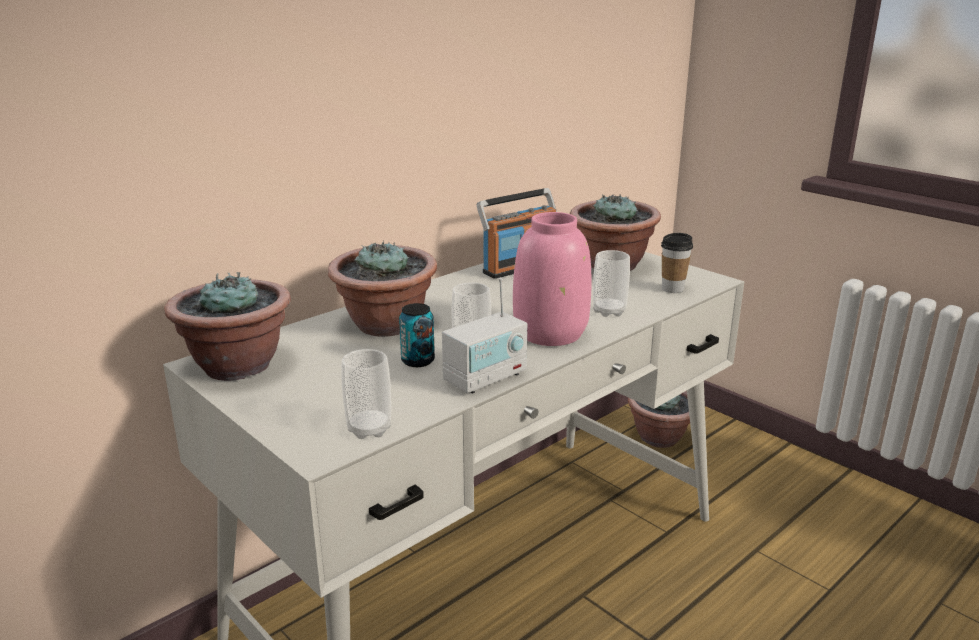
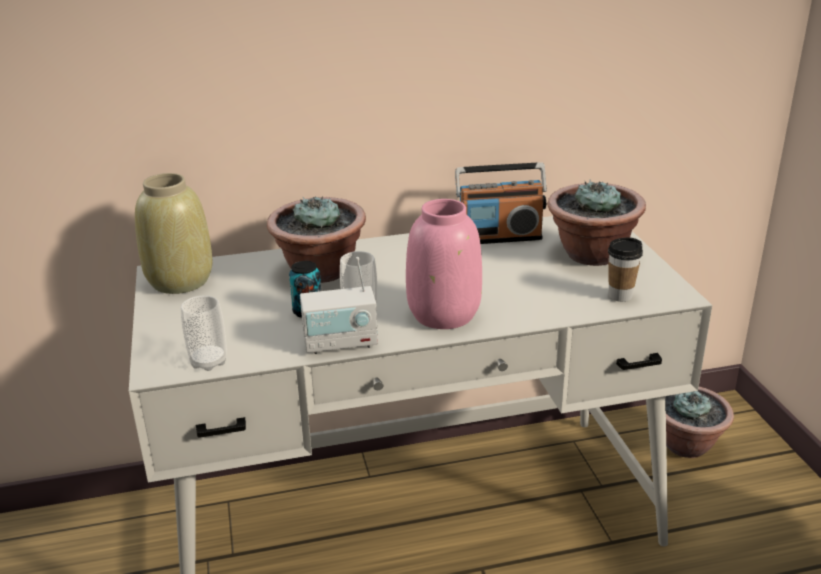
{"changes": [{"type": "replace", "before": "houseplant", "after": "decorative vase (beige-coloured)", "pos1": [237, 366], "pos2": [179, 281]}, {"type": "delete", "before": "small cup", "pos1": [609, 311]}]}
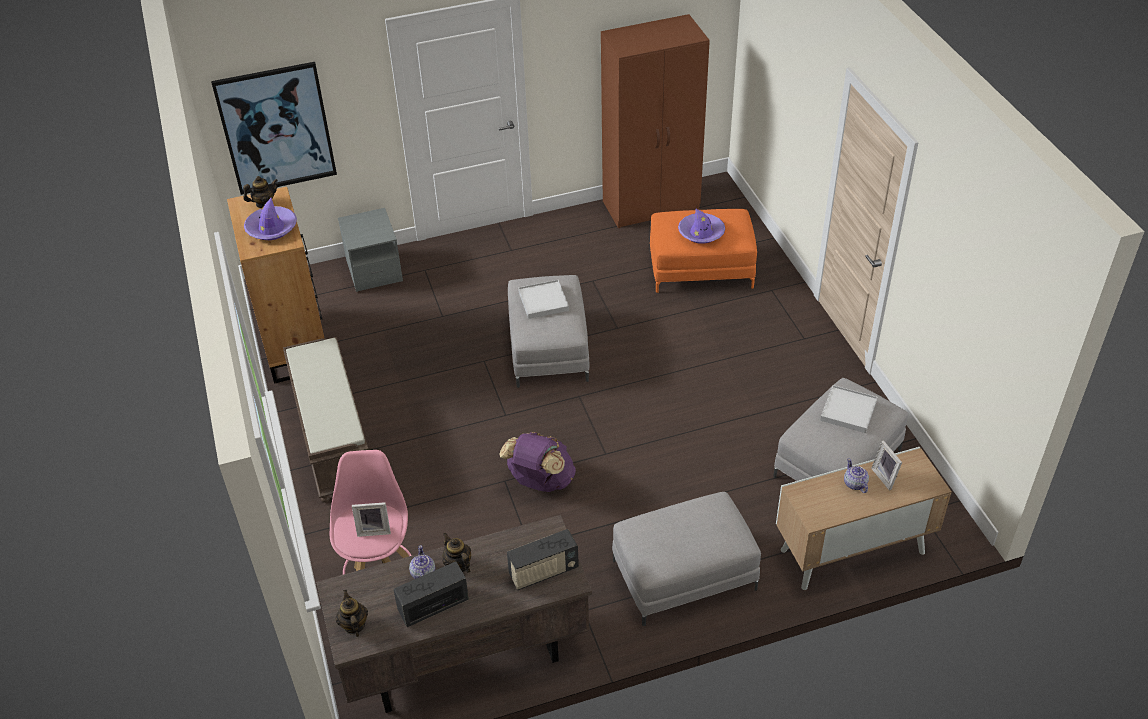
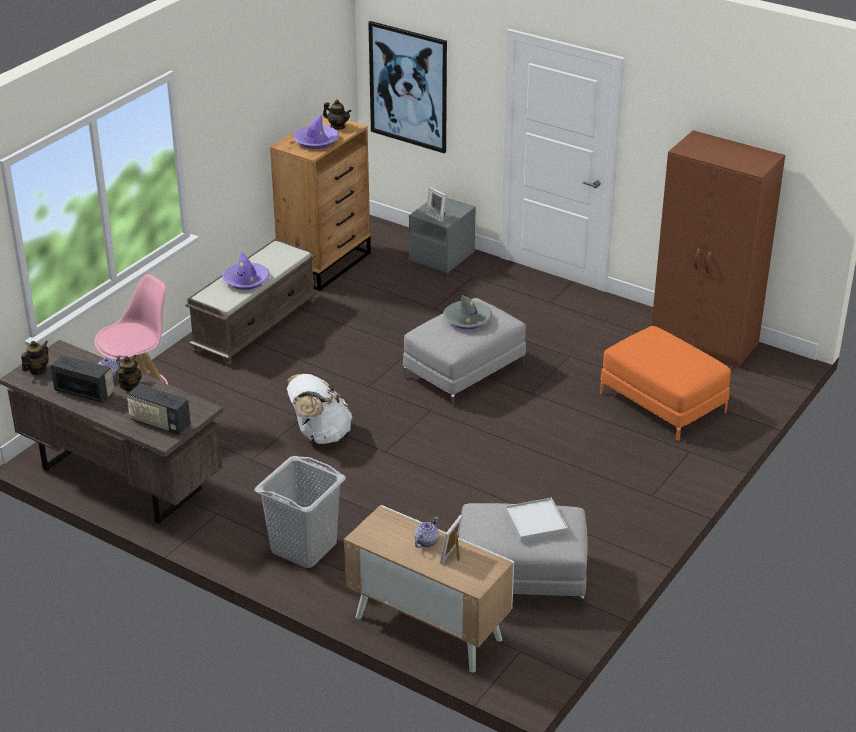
{"changes": [{"type": "move", "before": "picture frame", "pos1": [374, 529], "pos2": [437, 216]}, {"type": "recolor", "before": "backpack (purplish)", "after": "backpack (whitish)", "pos1": [540, 481], "pos2": [320, 434]}, {"type": "replace", "before": "tray (whitish)", "after": "clothing hat (greyish)", "pos1": [543, 301], "pos2": [467, 319]}, {"type": "replace", "before": "pouffe (greyish)", "after": "laundry basket (greyish)", "pos1": [684, 575], "pos2": [303, 547]}, {"type": "move", "before": "clothing hat (purplish)", "pos1": [701, 232], "pos2": [246, 280]}]}
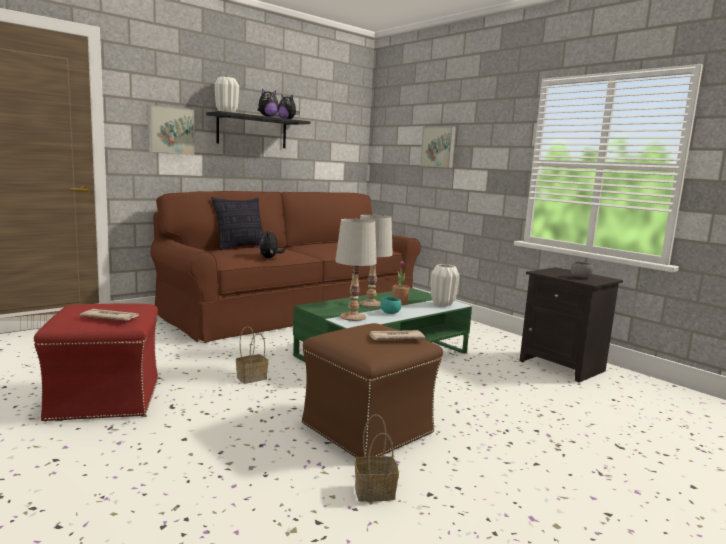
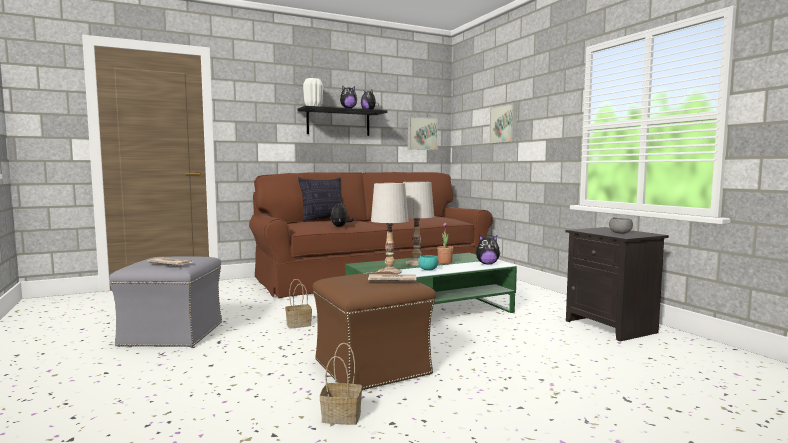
{"changes": [{"type": "recolor", "before": "pouffe (reddish)", "after": "pouffe (greyish)", "pos1": [105, 398], "pos2": [173, 334]}, {"type": "move", "before": "picture", "pos1": [170, 130], "pos2": [421, 133]}, {"type": "replace", "before": "decorative vase (whitish)", "after": "plush toy", "pos1": [442, 304], "pos2": [487, 264]}]}
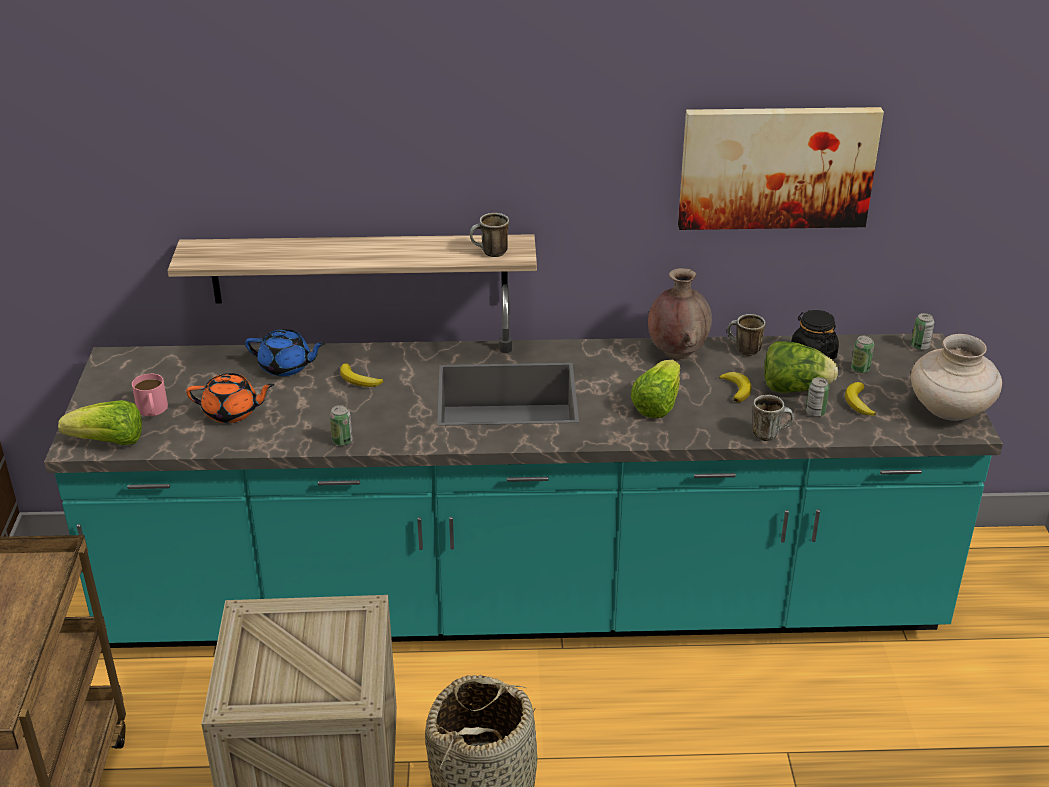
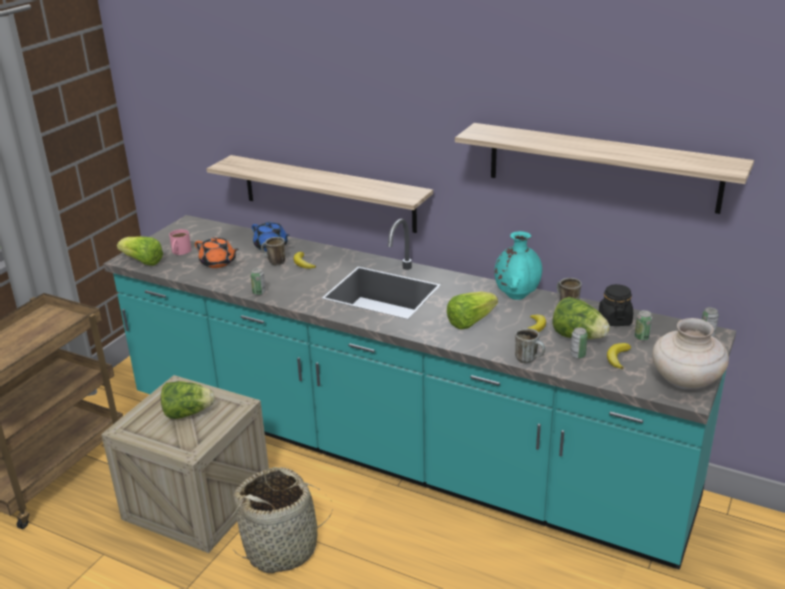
{"changes": [{"type": "move", "before": "mug", "pos1": [490, 253], "pos2": [274, 262]}, {"type": "recolor", "before": "decorative vase (brown-coloured)", "after": "decorative vase (blue-green)", "pos1": [676, 353], "pos2": [516, 295]}, {"type": "replace", "before": "picture", "after": "bracket shelf", "pos1": [776, 167], "pos2": [602, 167]}, {"type": "insert", "after": "lettuce head", "pos2": [187, 413]}]}
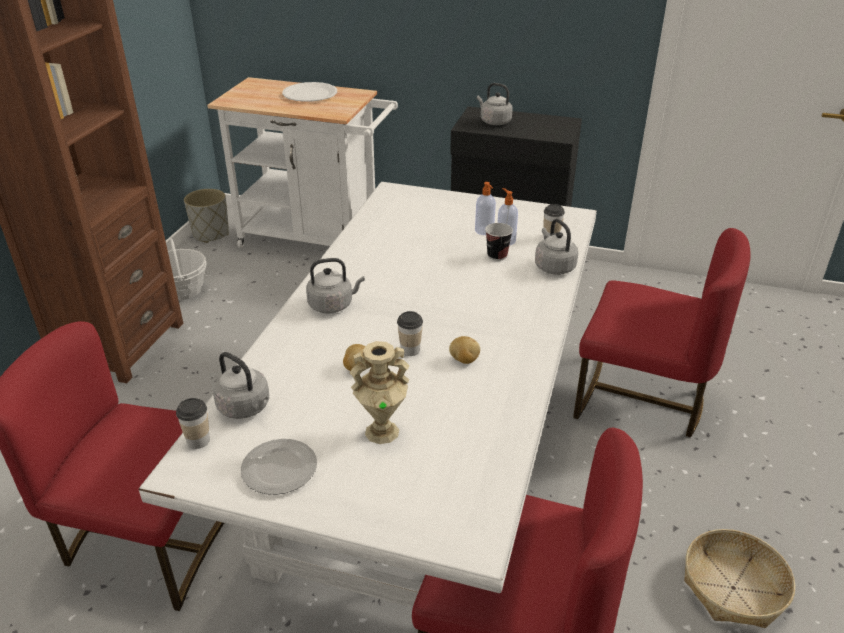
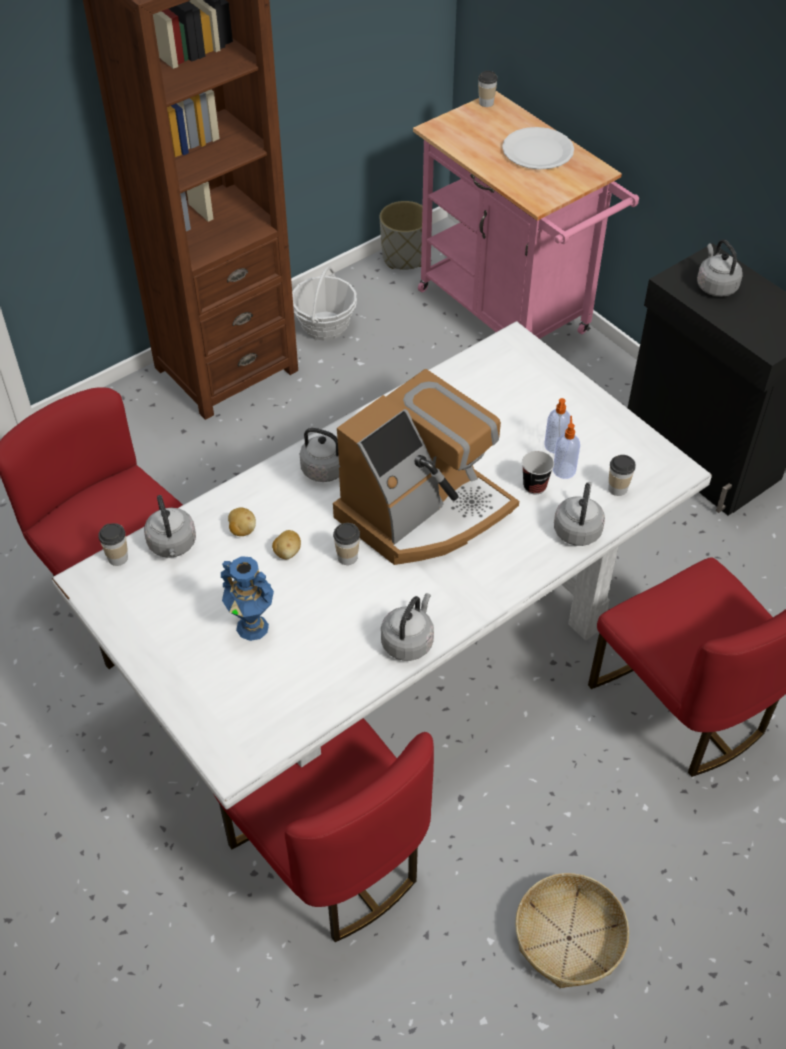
{"changes": [{"type": "recolor", "before": "trolley (whitish)", "after": "trolley (pink)", "pos1": [317, 240], "pos2": [511, 317]}, {"type": "delete", "before": "dinner plate", "pos1": [278, 469]}, {"type": "recolor", "before": "decorative vase (beige-coloured)", "after": "decorative vase (blue)", "pos1": [382, 431], "pos2": [253, 626]}, {"type": "move", "before": "potato", "pos1": [464, 360], "pos2": [242, 530]}, {"type": "insert", "after": "coffee machine", "pos2": [424, 511]}, {"type": "insert", "after": "water kettle (greyish)", "pos2": [408, 641]}, {"type": "insert", "after": "small cup", "pos2": [486, 103]}]}
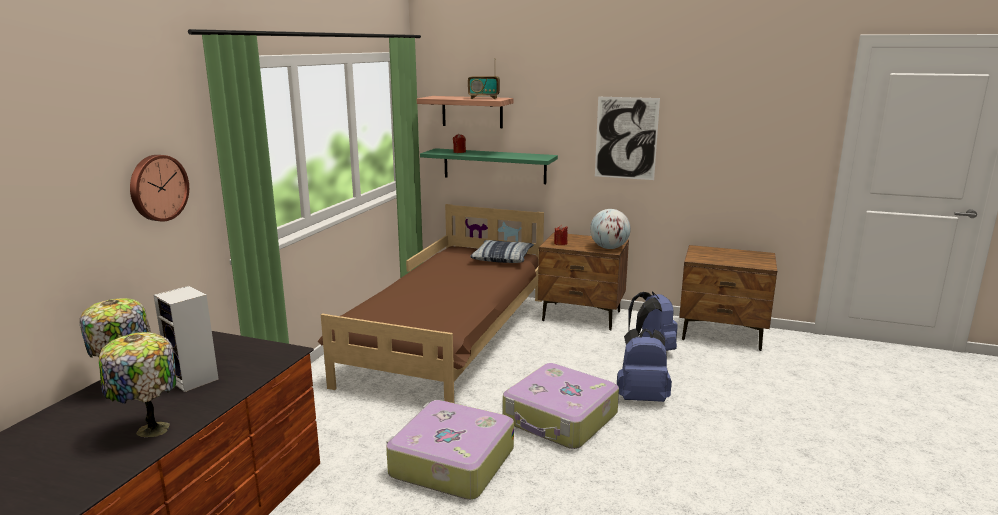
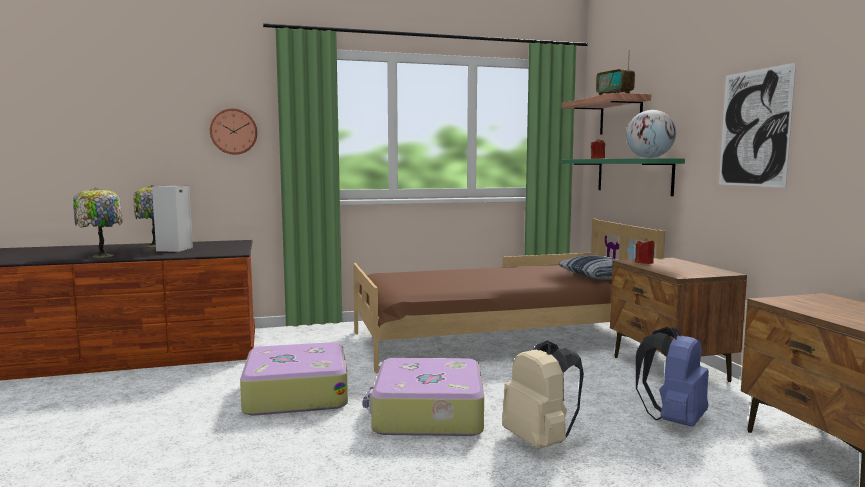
{"changes": [{"type": "move", "before": "globe", "pos1": [609, 248], "pos2": [649, 158]}, {"type": "recolor", "before": "backpack (blue)", "after": "backpack (beige-coloured)", "pos1": [641, 397], "pos2": [540, 441]}]}
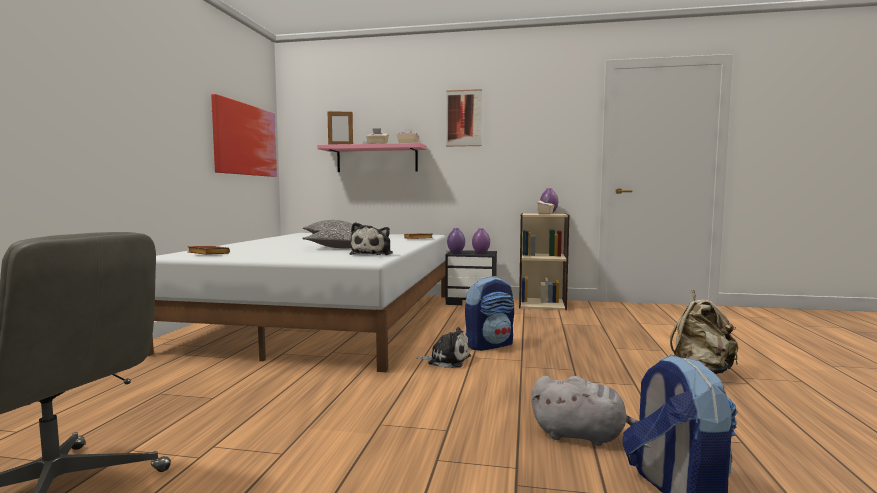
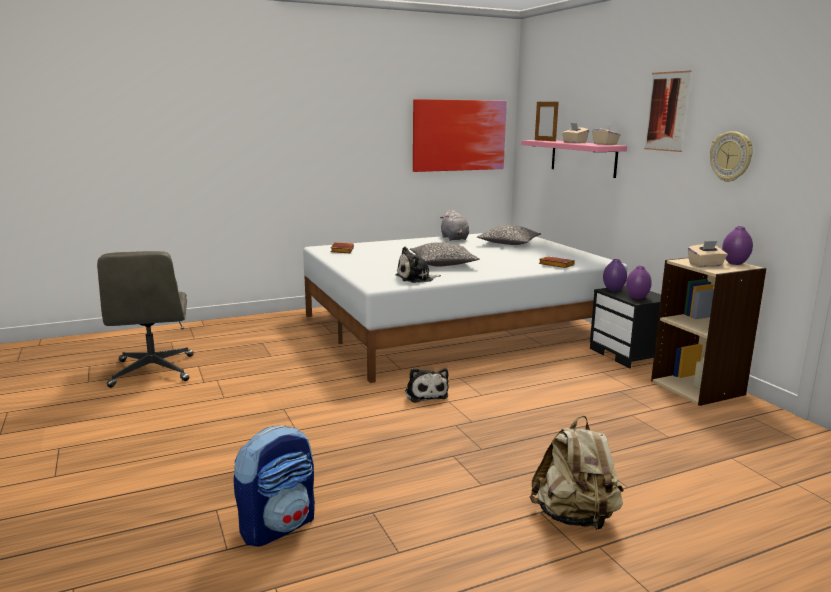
{"changes": [{"type": "delete", "before": "backpack", "pos1": [490, 345]}, {"type": "move", "before": "plush toy (greyish)", "pos1": [582, 436], "pos2": [454, 239]}, {"type": "insert", "after": "hanging clock", "pos2": [731, 156]}]}
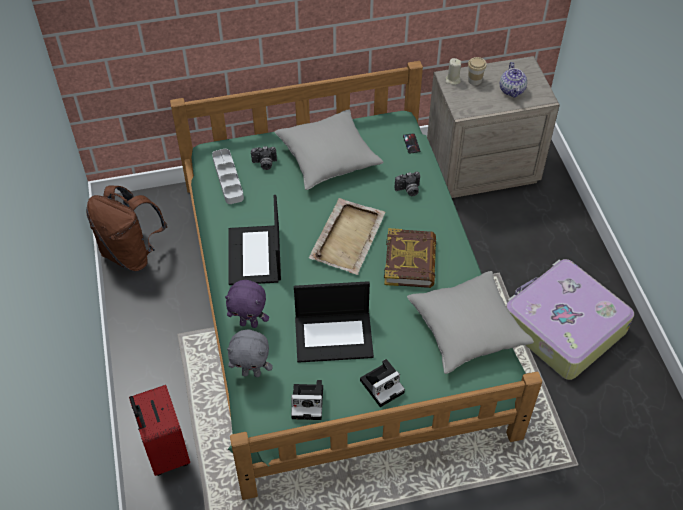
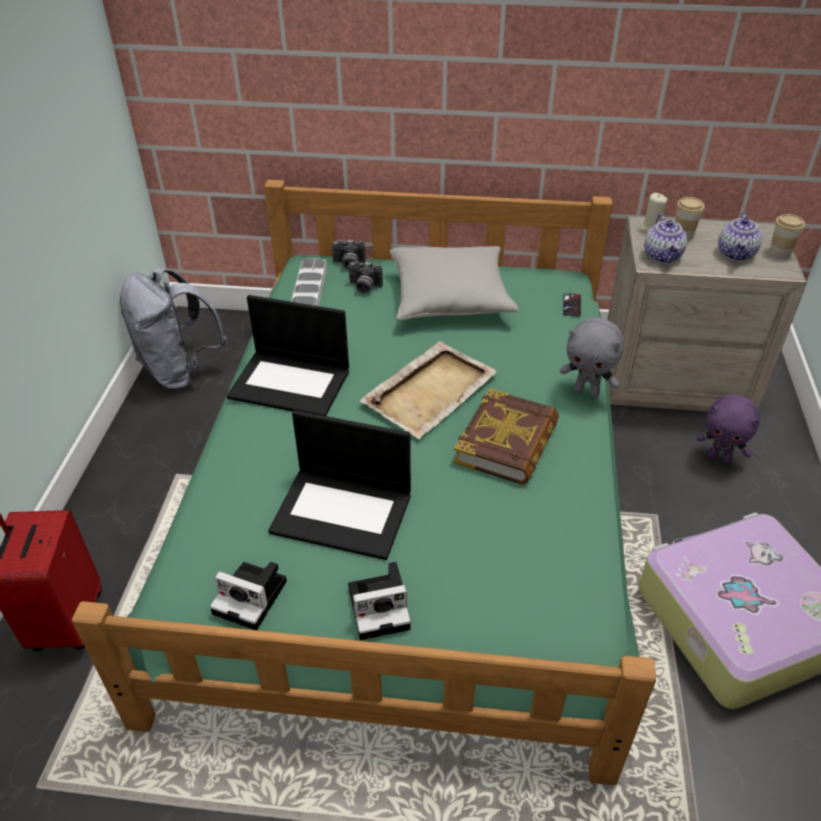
{"changes": [{"type": "recolor", "before": "backpack (brown-coloured)", "after": "backpack (greyish)", "pos1": [132, 253], "pos2": [180, 371]}, {"type": "move", "before": "plush toy (purplish)", "pos1": [249, 323], "pos2": [719, 458]}, {"type": "move", "before": "plush toy (greyish)", "pos1": [252, 373], "pos2": [587, 392]}, {"type": "rotate", "before": "notebook computer", "pos1": [255, 256], "pos2": [291, 383], "turn": -90}, {"type": "move", "before": "photo camera", "pos1": [408, 190], "pos2": [348, 264]}, {"type": "delete", "before": "pillow (greyish)", "pos1": [467, 329]}, {"type": "insert", "after": "tea pot", "pos2": [663, 256]}, {"type": "insert", "after": "small cup", "pos2": [780, 252]}]}
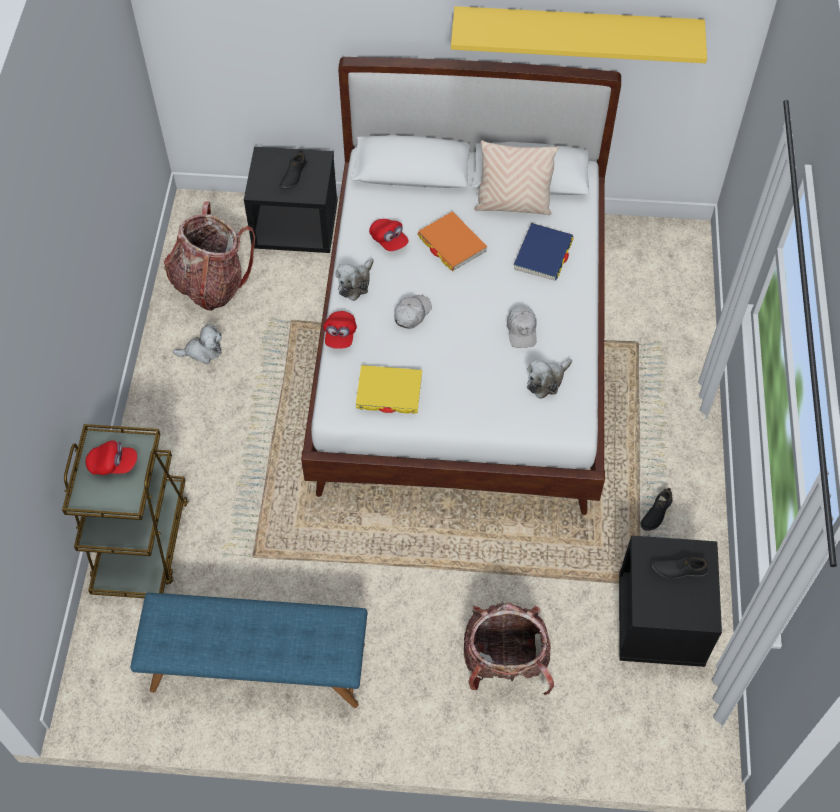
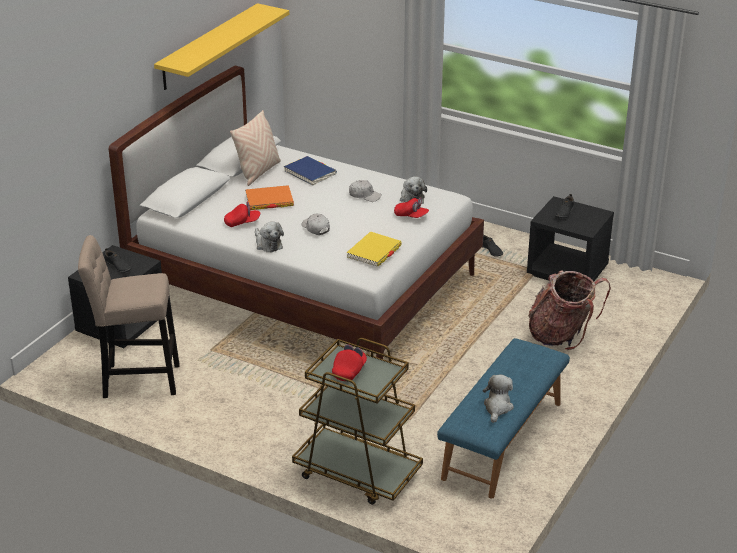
{"changes": [{"type": "replace", "before": "backpack", "after": "stool seat (beige-coloured)", "pos1": [211, 284], "pos2": [136, 380]}, {"type": "move", "before": "plush toy", "pos1": [202, 351], "pos2": [497, 407]}, {"type": "move", "before": "peaked cap (reddish)", "pos1": [340, 335], "pos2": [411, 216]}]}
